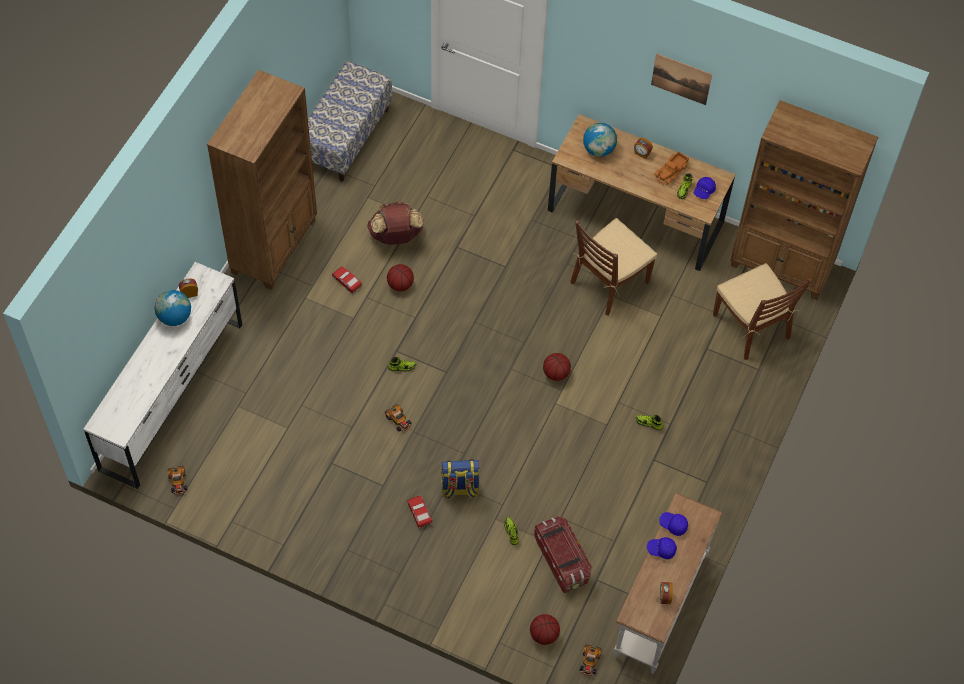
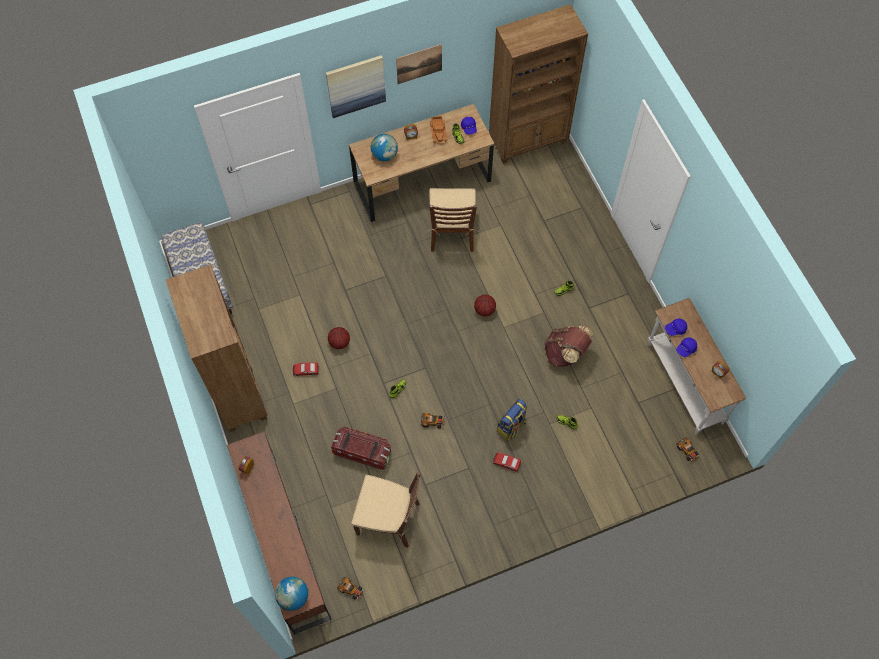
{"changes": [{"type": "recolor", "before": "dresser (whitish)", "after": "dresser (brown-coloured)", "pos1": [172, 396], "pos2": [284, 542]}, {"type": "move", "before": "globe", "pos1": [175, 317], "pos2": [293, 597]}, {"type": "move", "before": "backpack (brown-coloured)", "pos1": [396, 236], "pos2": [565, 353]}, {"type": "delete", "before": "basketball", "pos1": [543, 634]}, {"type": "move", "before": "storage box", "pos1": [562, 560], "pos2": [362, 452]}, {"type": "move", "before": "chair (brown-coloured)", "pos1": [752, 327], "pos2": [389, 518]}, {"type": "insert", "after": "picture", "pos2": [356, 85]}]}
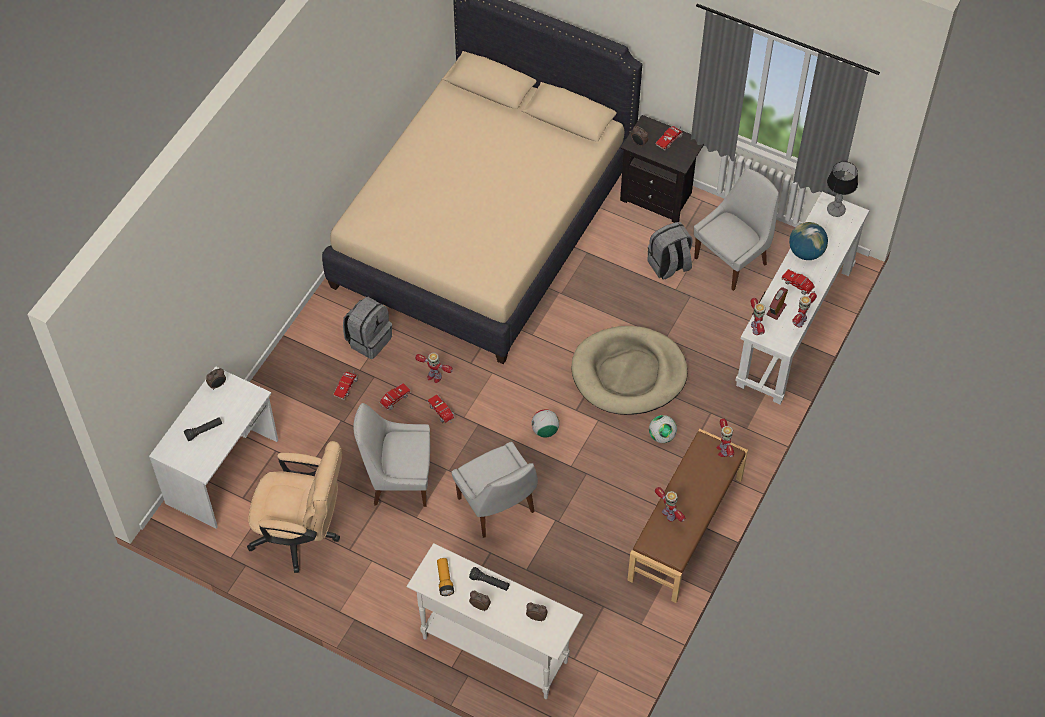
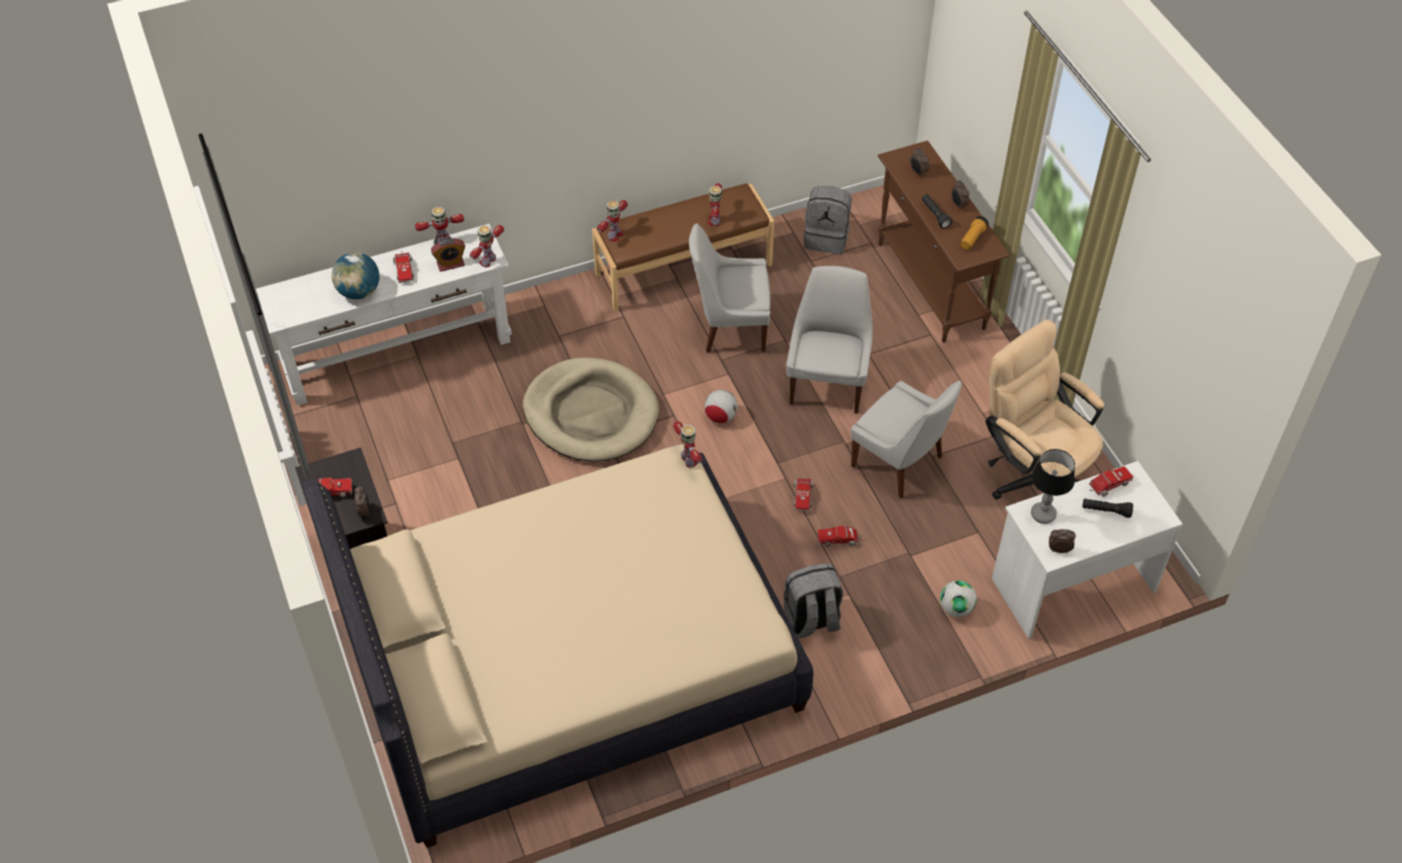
{"changes": [{"type": "move", "before": "model truck", "pos1": [346, 386], "pos2": [1108, 486]}, {"type": "recolor", "before": "console table (whitish)", "after": "console table (brown-coloured)", "pos1": [494, 649], "pos2": [930, 286]}, {"type": "move", "before": "model robot", "pos1": [434, 376], "pos2": [689, 460]}, {"type": "move", "before": "backpack (greyish)", "pos1": [669, 266], "pos2": [826, 238]}, {"type": "move", "before": "football ball", "pos1": [662, 436], "pos2": [956, 608]}, {"type": "move", "before": "chair (whitish)", "pos1": [732, 259], "pos2": [730, 328]}, {"type": "move", "before": "table lamp", "pos1": [835, 210], "pos2": [1043, 514]}]}
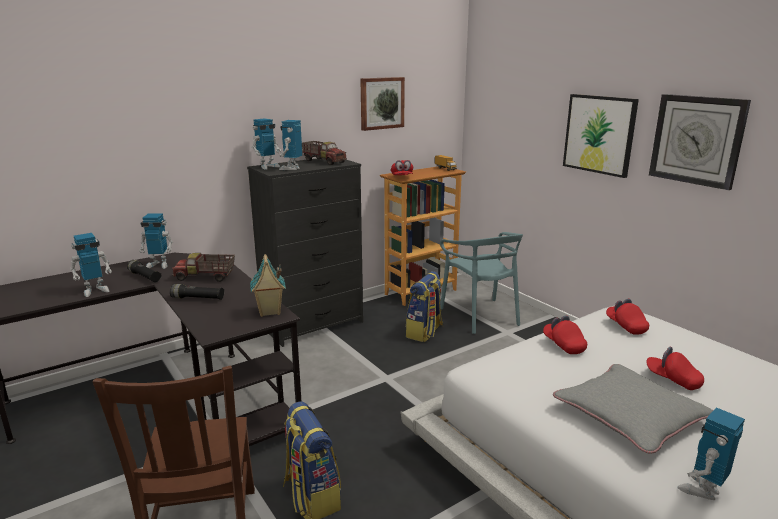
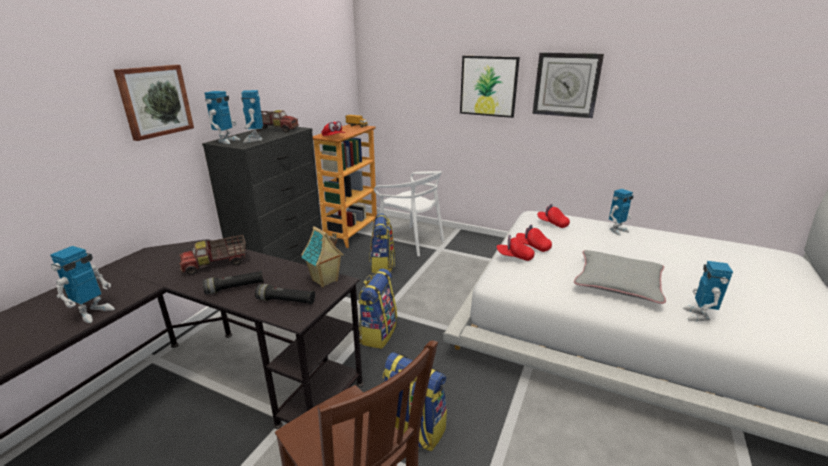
{"changes": [{"type": "move", "before": "torch (blackish)", "pos1": [144, 277], "pos2": [286, 301]}, {"type": "move", "before": "model robot", "pos1": [159, 265], "pos2": [617, 230]}, {"type": "move", "before": "picture", "pos1": [381, 103], "pos2": [155, 101]}, {"type": "recolor", "before": "chair (blue-green)", "after": "chair (whitish)", "pos1": [480, 316], "pos2": [411, 241]}, {"type": "move", "before": "peaked cap (reddish)", "pos1": [672, 380], "pos2": [514, 257]}, {"type": "insert", "after": "backpack", "pos2": [377, 333]}]}
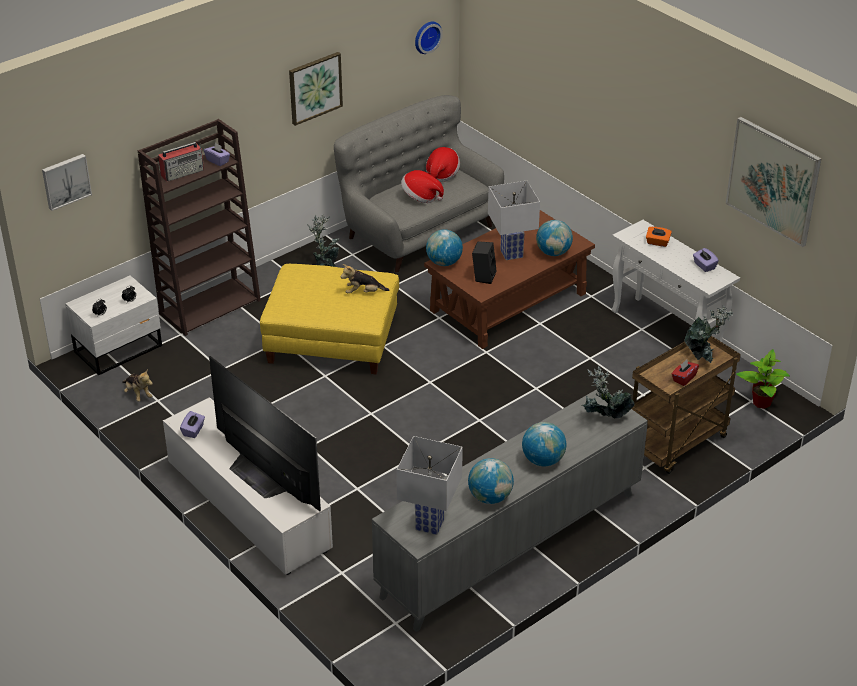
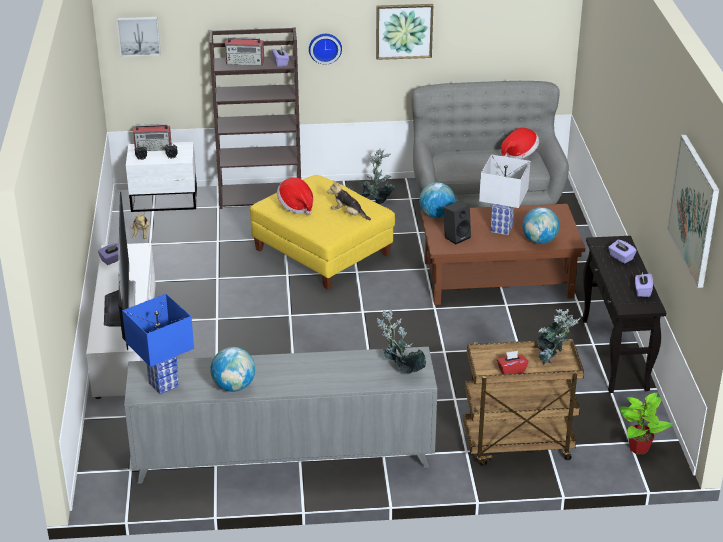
{"changes": [{"type": "recolor", "before": "table lamp (whitish)", "after": "table lamp (blue)", "pos1": [430, 525], "pos2": [163, 385]}, {"type": "move", "before": "clothing hat", "pos1": [420, 197], "pos2": [296, 206]}, {"type": "move", "before": "hanging clock", "pos1": [426, 36], "pos2": [325, 47]}, {"type": "delete", "before": "globe", "pos1": [543, 460]}, {"type": "recolor", "before": "console table (whitish)", "after": "console table (blackish)", "pos1": [667, 331], "pos2": [615, 355]}, {"type": "recolor", "before": "tissue box (orangey)", "after": "tissue box (purplish)", "pos1": [657, 242], "pos2": [621, 258]}, {"type": "insert", "after": "radio receiver", "pos2": [154, 148]}]}
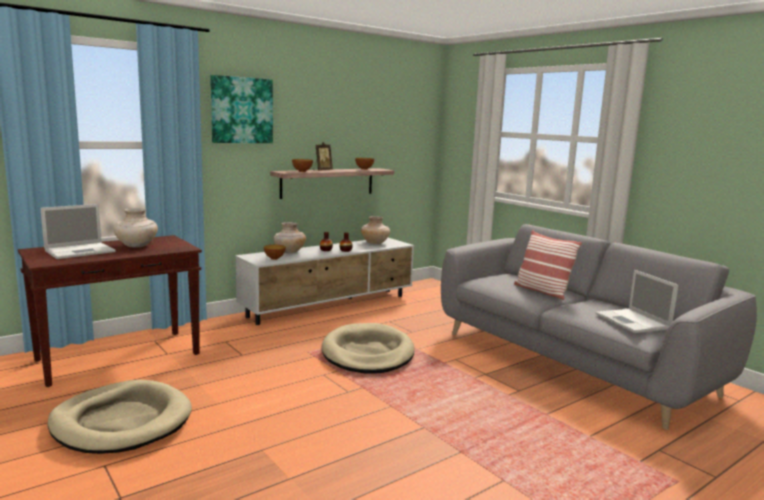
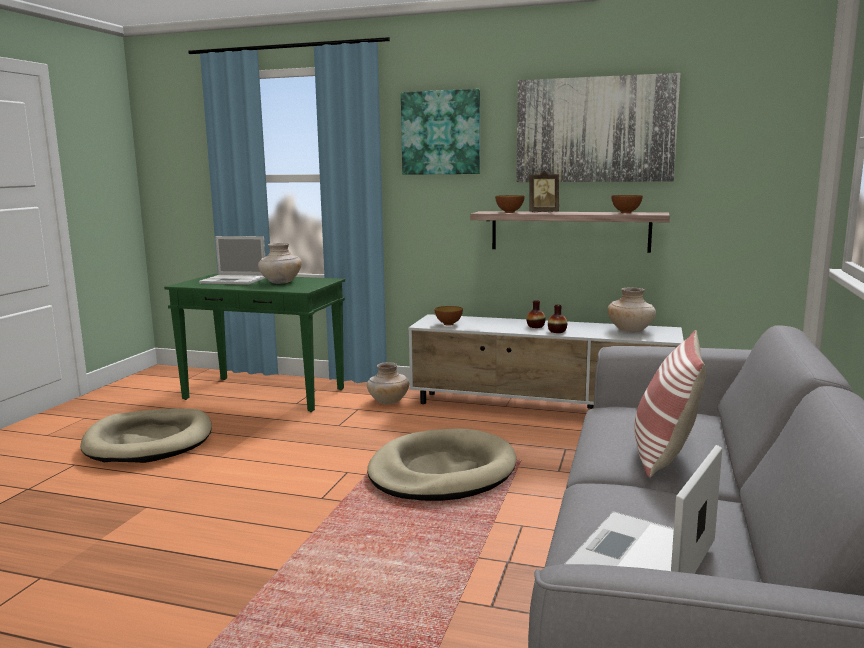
{"changes": [{"type": "recolor", "before": "console table (brown-coloured)", "after": "console table (greenish)", "pos1": [120, 357], "pos2": [266, 394]}, {"type": "move", "before": "decorative vase (beige-coloured)", "pos1": [289, 252], "pos2": [388, 402]}, {"type": "insert", "after": "picture", "pos2": [595, 130]}]}
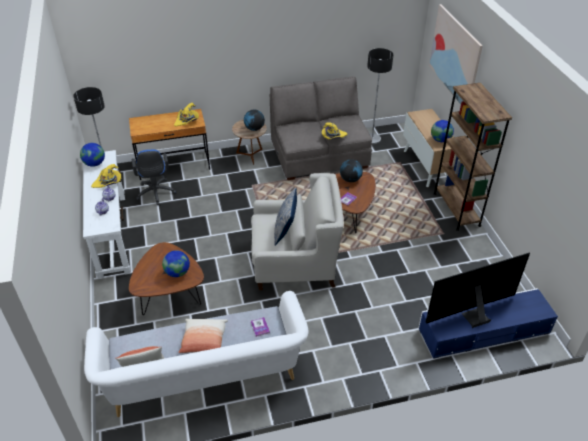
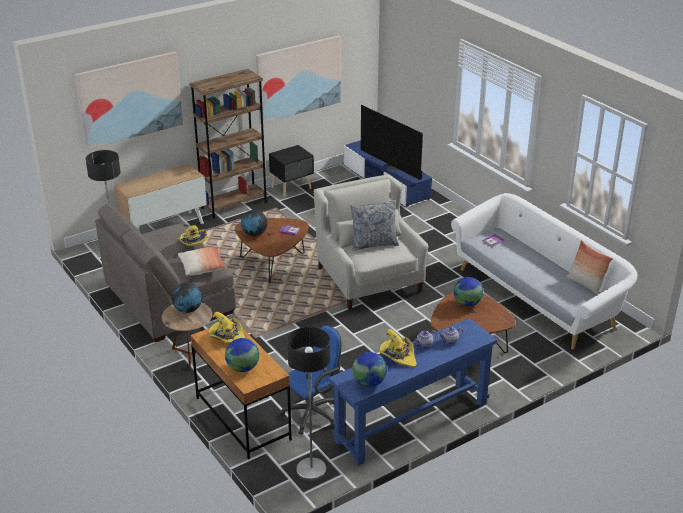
{"changes": [{"type": "recolor", "before": "console table (whitish)", "after": "console table (blue)", "pos1": [112, 235], "pos2": [412, 422]}, {"type": "move", "before": "pillow", "pos1": [204, 341], "pos2": [202, 267]}, {"type": "move", "before": "globe", "pos1": [440, 140], "pos2": [242, 368]}, {"type": "insert", "after": "picture", "pos2": [299, 78]}, {"type": "insert", "after": "nightstand (blackish)", "pos2": [292, 188]}]}
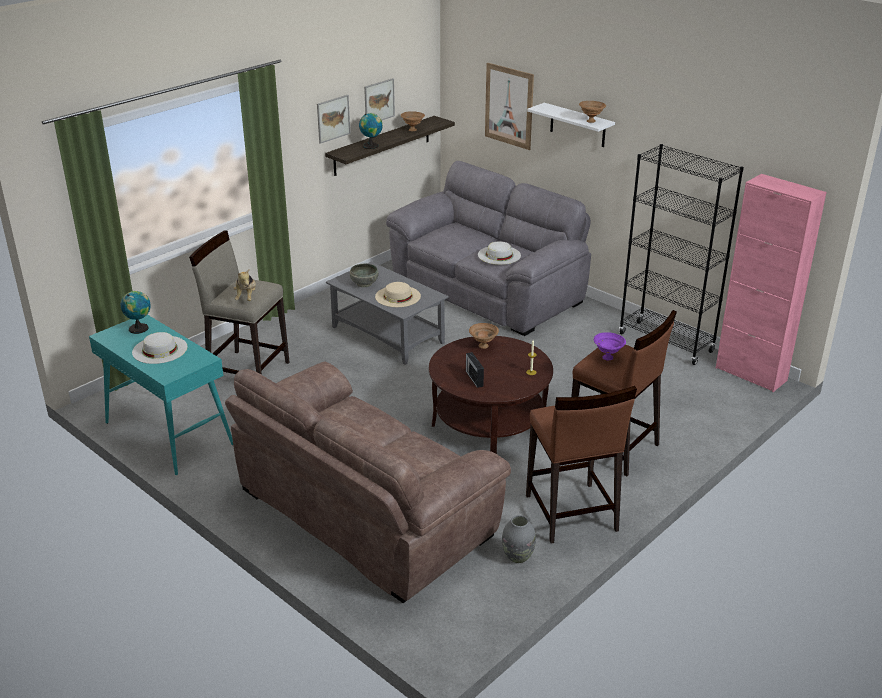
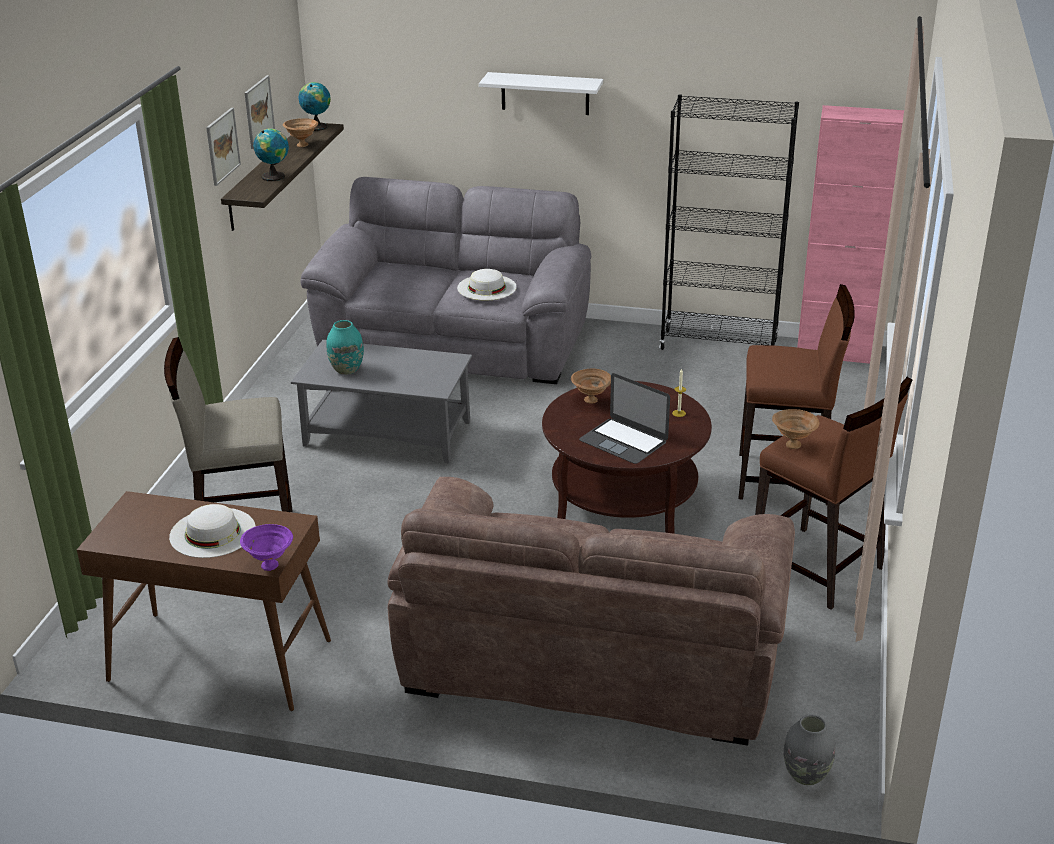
{"changes": [{"type": "recolor", "before": "console table (blue-green)", "after": "console table (brown-coloured)", "pos1": [168, 433], "pos2": [219, 661]}, {"type": "move", "before": "globe", "pos1": [139, 328], "pos2": [317, 126]}, {"type": "delete", "before": "plush toy", "pos1": [246, 297]}, {"type": "replace", "before": "deep dish (greyish)", "after": "decorative vase (blue-green)", "pos1": [364, 283], "pos2": [346, 370]}, {"type": "delete", "before": "clothing hat (beige-coloured)", "pos1": [398, 296]}, {"type": "replace", "before": "radio receiver", "after": "notebook computer", "pos1": [474, 378], "pos2": [623, 441]}, {"type": "delete", "before": "picture", "pos1": [509, 106]}, {"type": "move", "before": "decorative vase (greyish)", "pos1": [517, 557], "pos2": [806, 775]}, {"type": "move", "before": "deep dish (brown-coloured)", "pos1": [590, 121], "pos2": [792, 444]}, {"type": "move", "before": "deep dish (purplish)", "pos1": [607, 357], "pos2": [269, 564]}]}
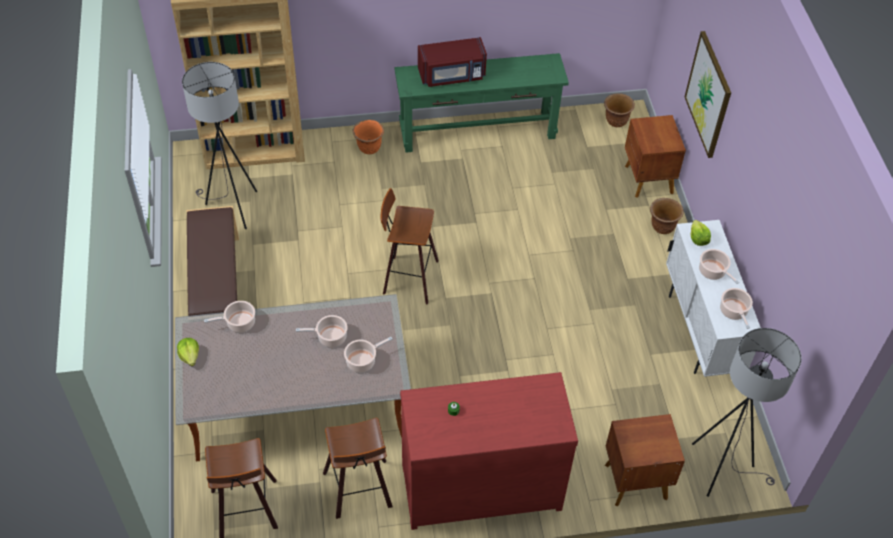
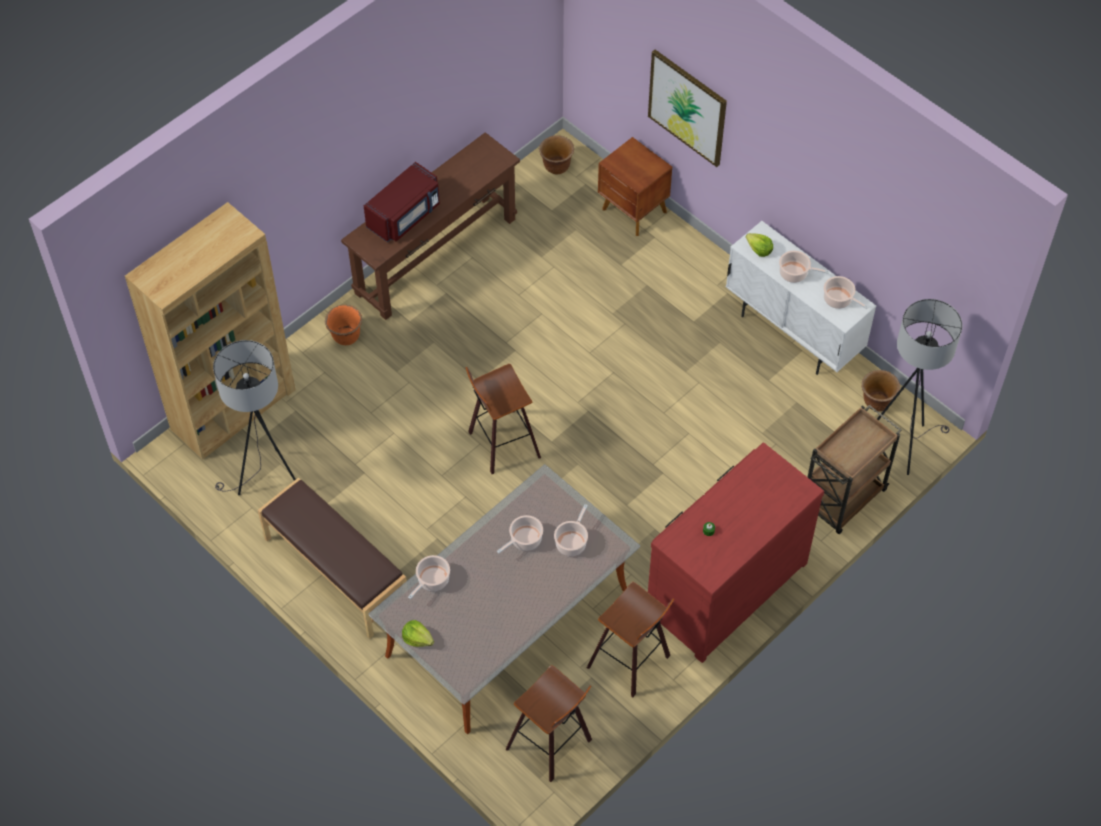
{"changes": [{"type": "recolor", "before": "console table (greenish)", "after": "console table (brown-coloured)", "pos1": [477, 131], "pos2": [436, 256]}, {"type": "replace", "before": "nightstand (brown-coloured)", "after": "trolley (brown-coloured)", "pos1": [634, 480], "pos2": [842, 499]}, {"type": "move", "before": "planter (brown-coloured)", "pos1": [662, 227], "pos2": [876, 402]}]}
